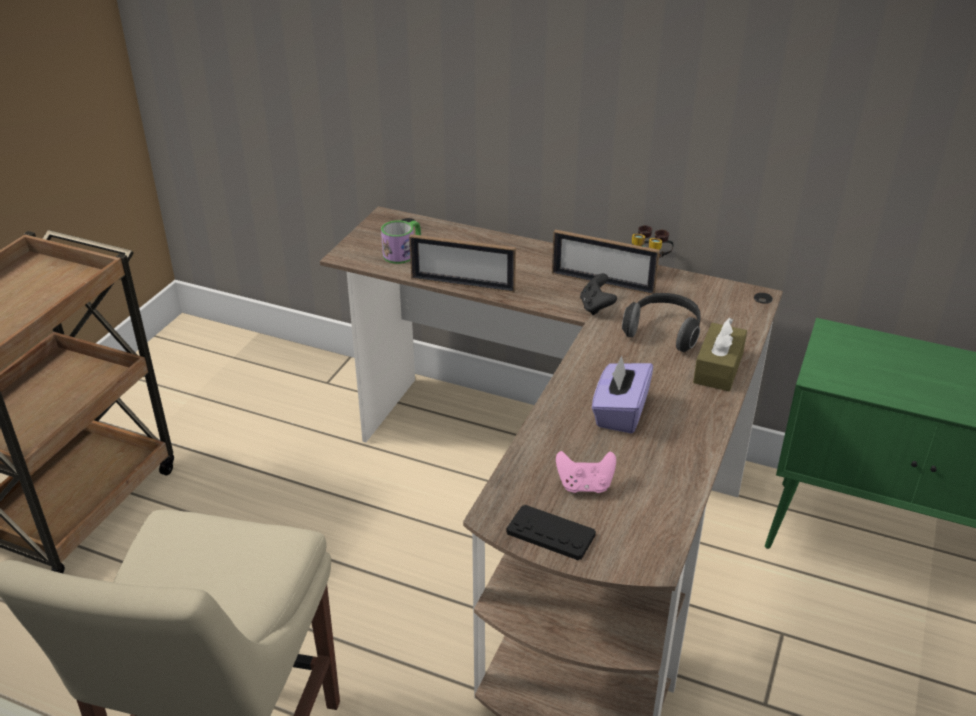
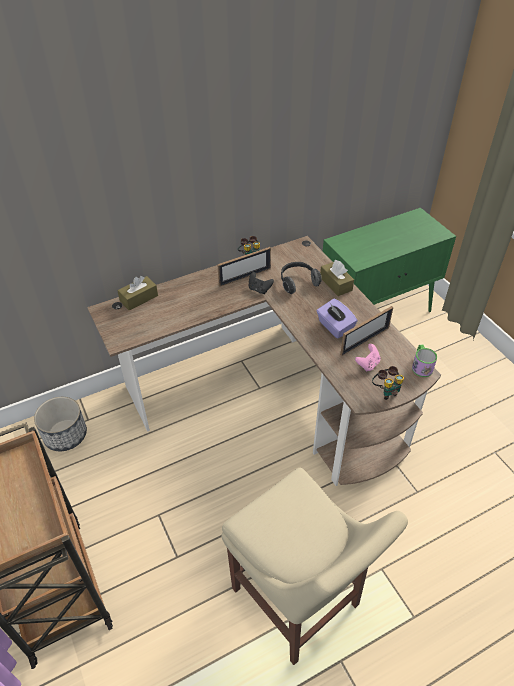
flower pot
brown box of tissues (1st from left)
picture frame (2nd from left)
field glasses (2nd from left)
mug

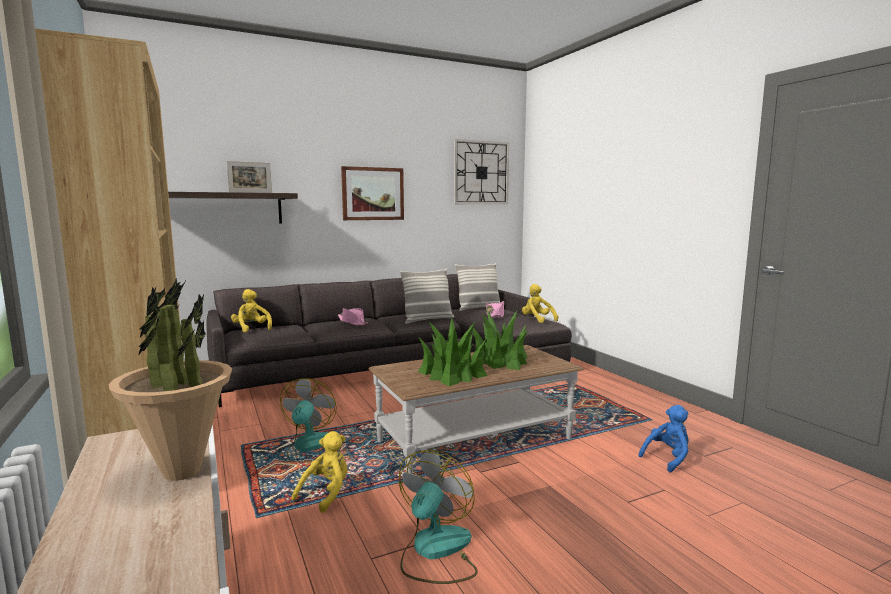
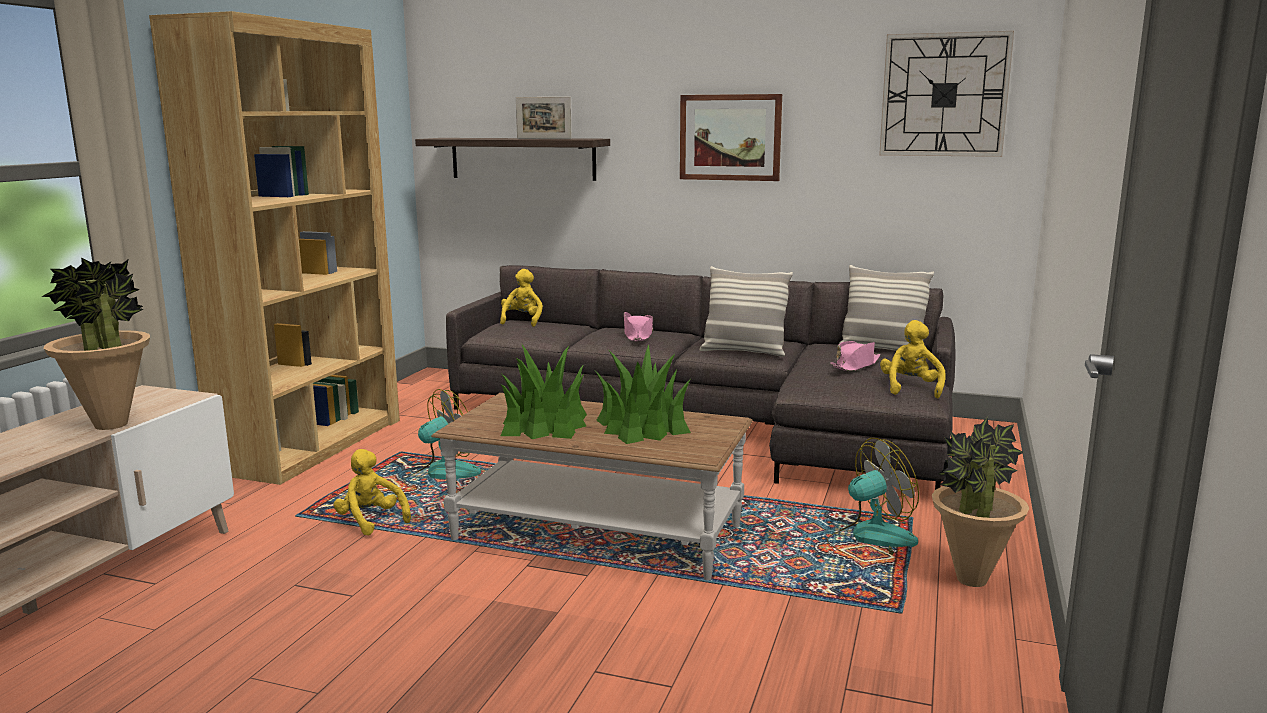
yellow-coloured cuddly toy (1st from left)
fan (2nd from left)
houseplant (4th from left)
blue cuddly toy

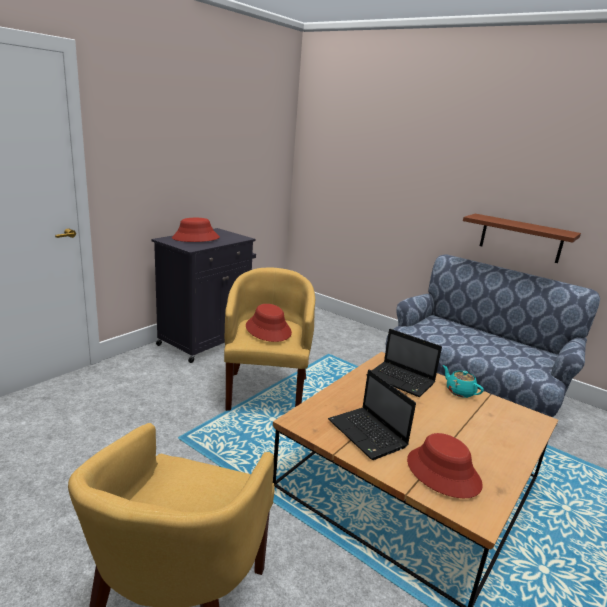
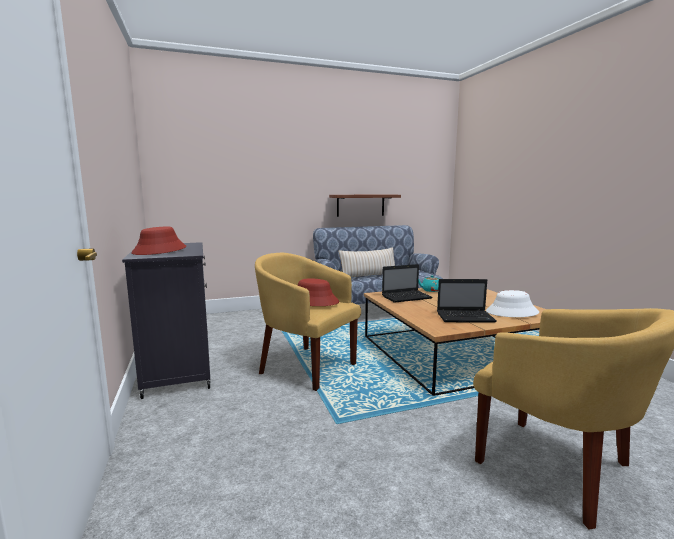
beige cushion
white clothing hat

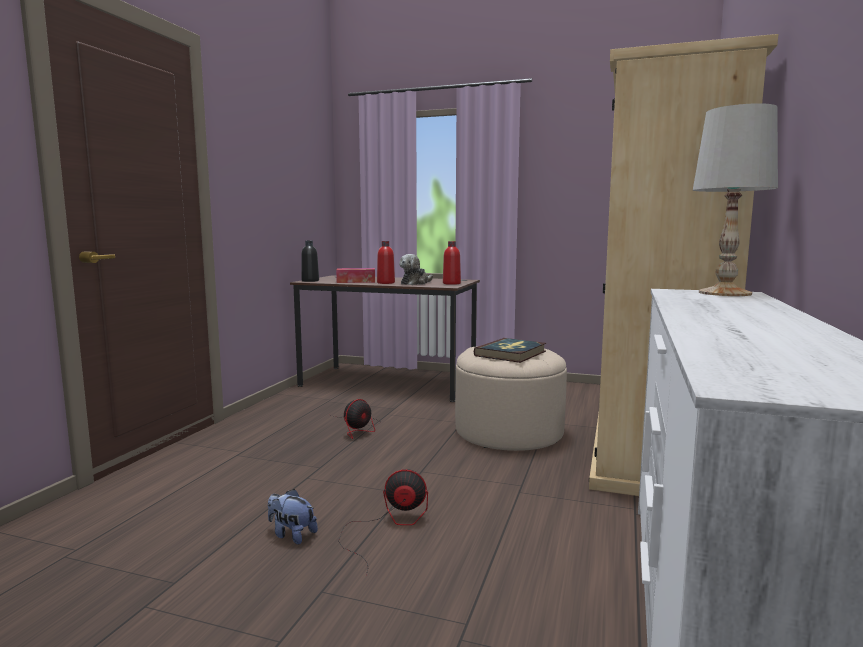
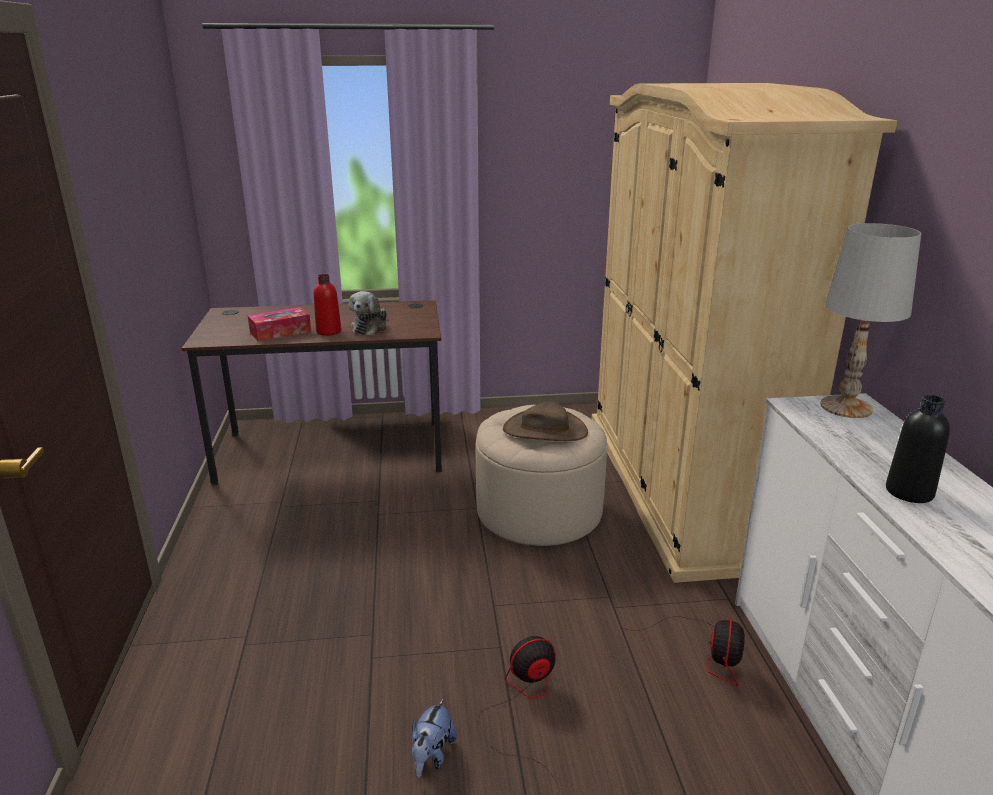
cuddly toy (2nd from left)
brown clothing hat
fan (2nd from left)
black-coloured bottle
red-coloured bottle (2nd from left in the first image)

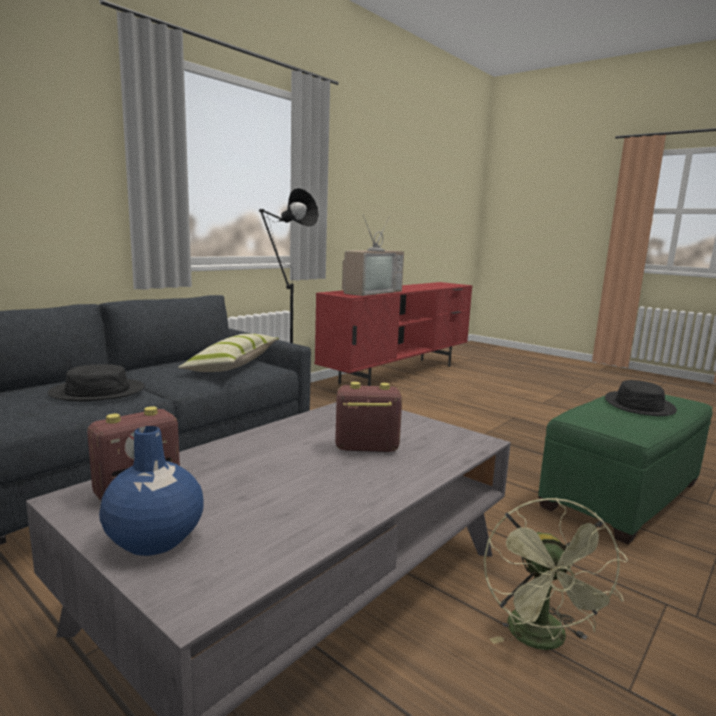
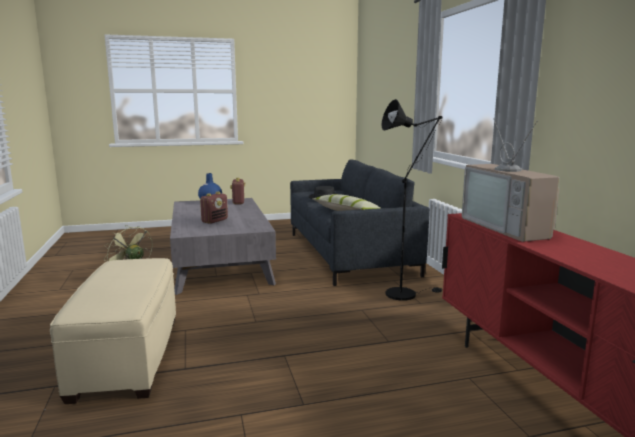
beige footrest
black-coloured clothing hat (2nd from left in the first image)

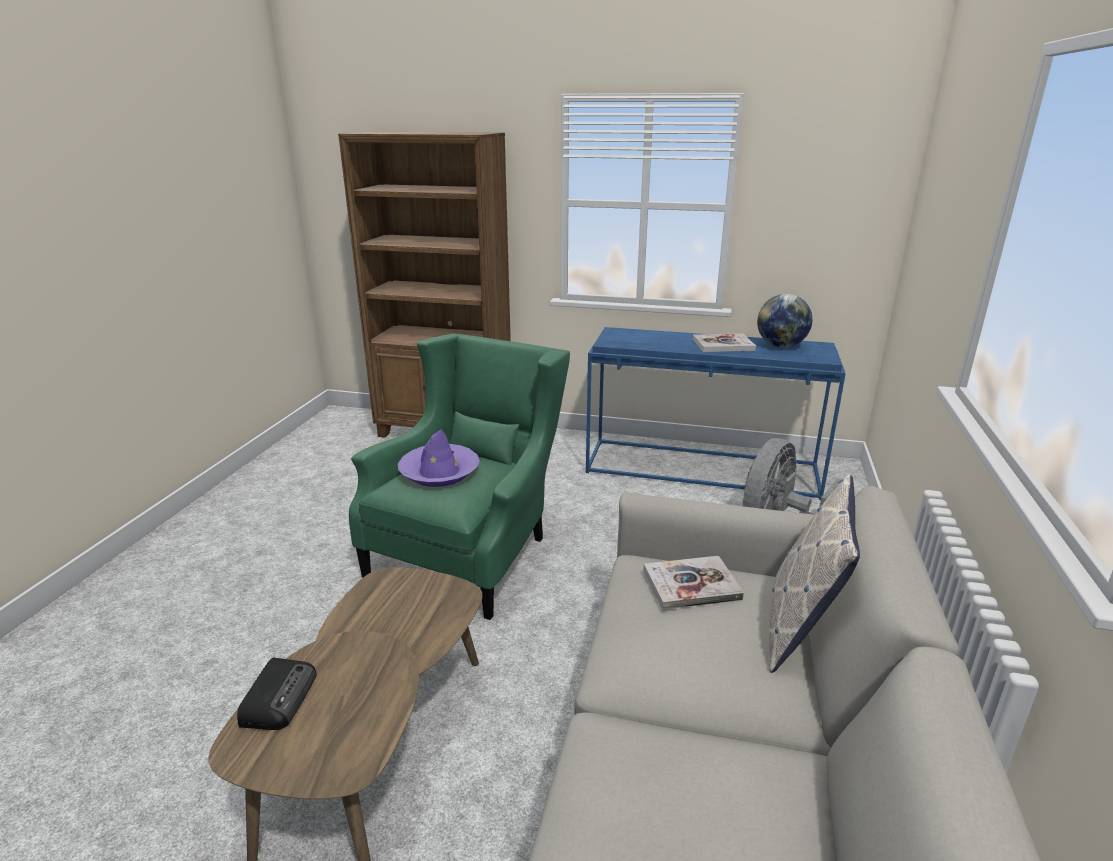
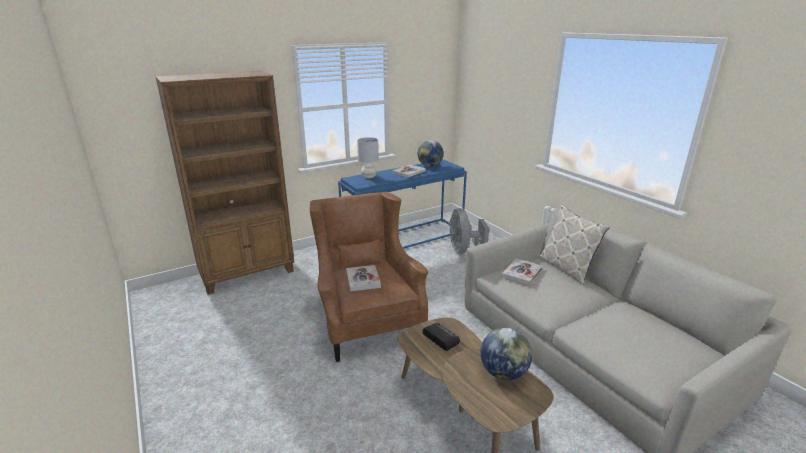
brown lounge chair
volume (1st from left)
gray tabletop lamp
radio
desk globe (2nd from left)

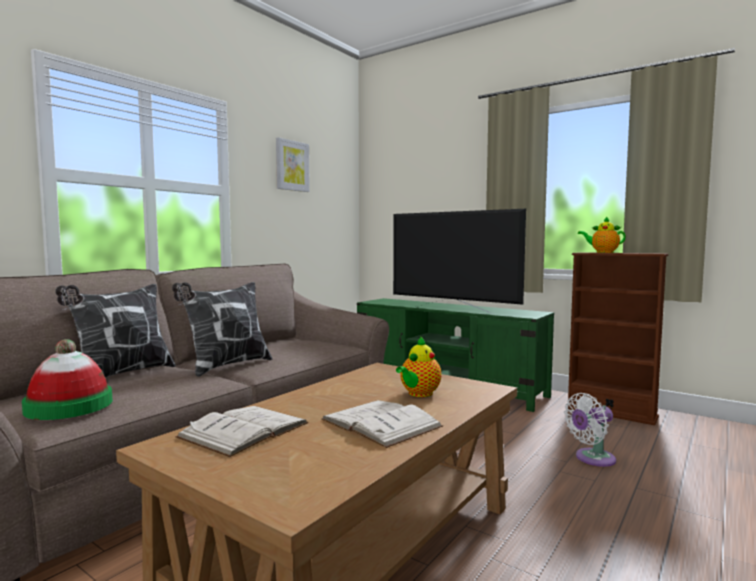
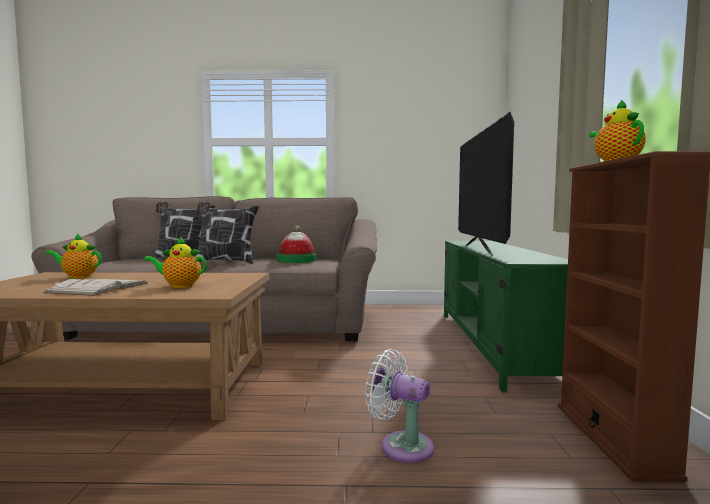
pot for tea (1st from left)
clothing hat
picture

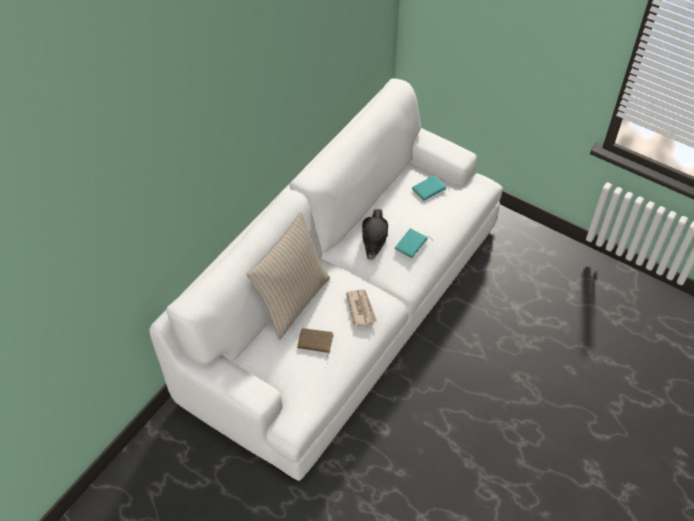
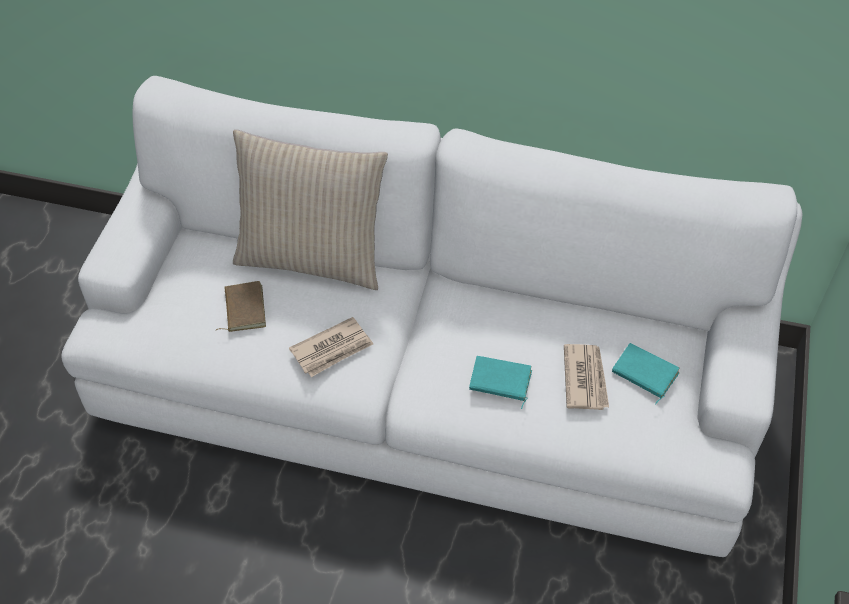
daily paper (2nd from left)
black-coloured clothing hat

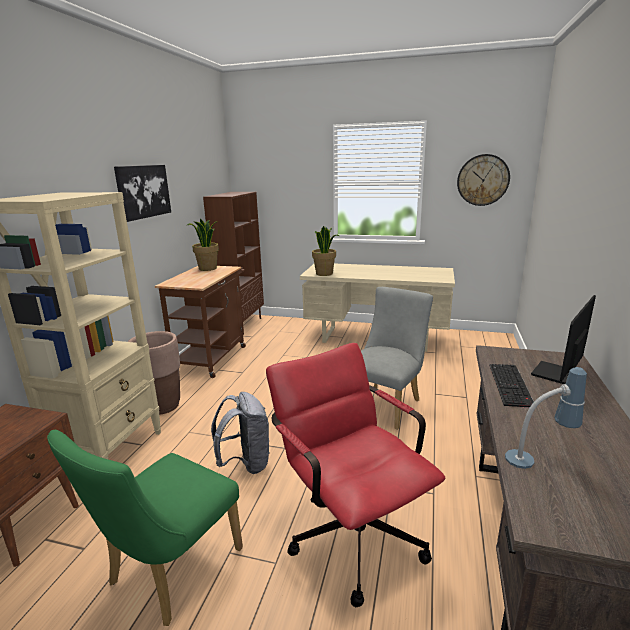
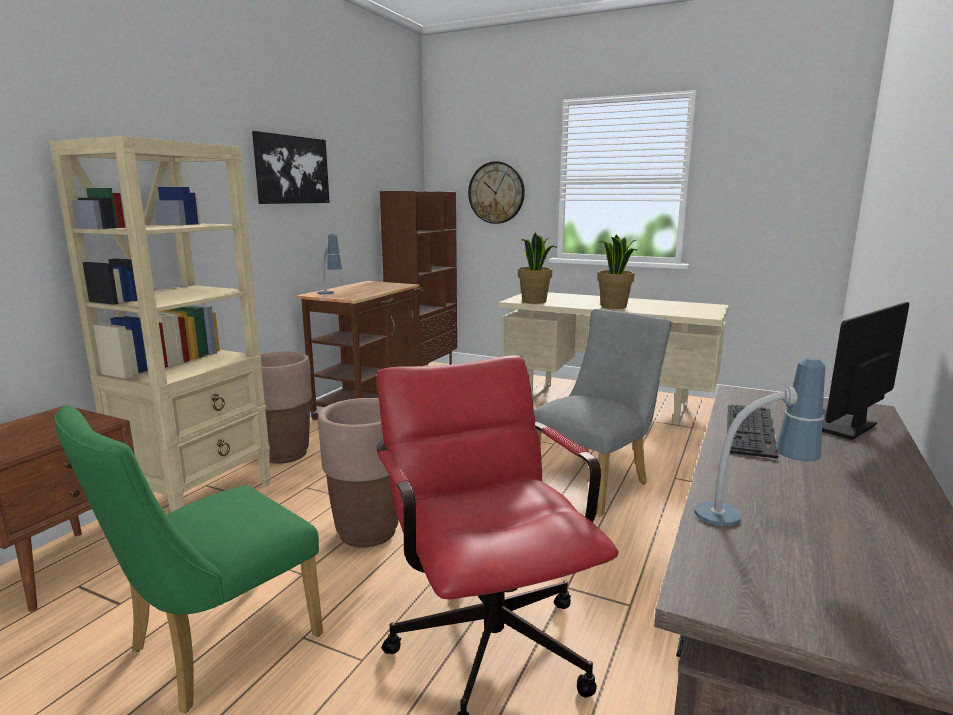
tabletop lamp (1st from left)
brown flower pot (2nd from left)
wall clock
houseplant (2nd from left)

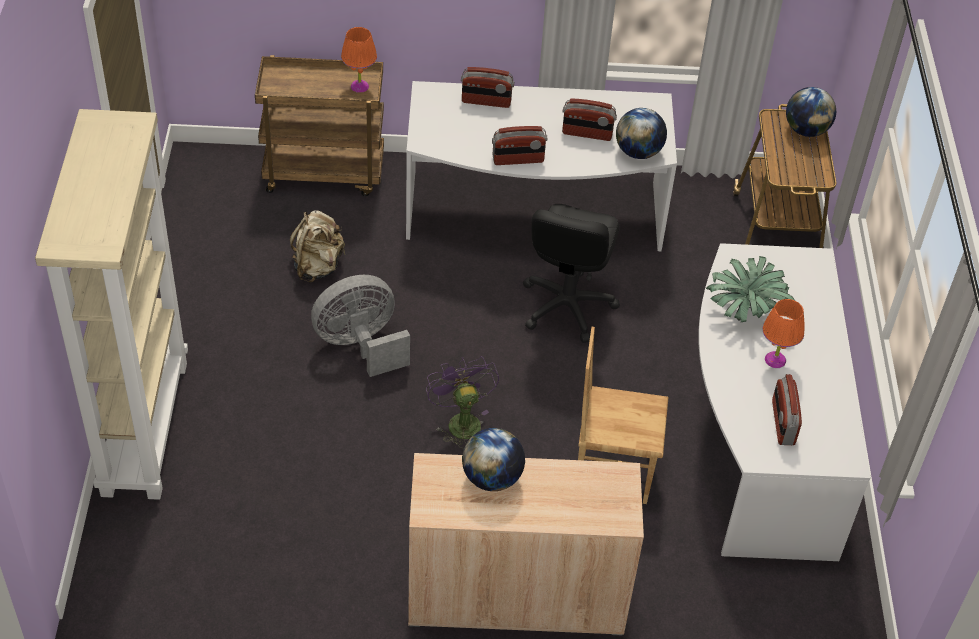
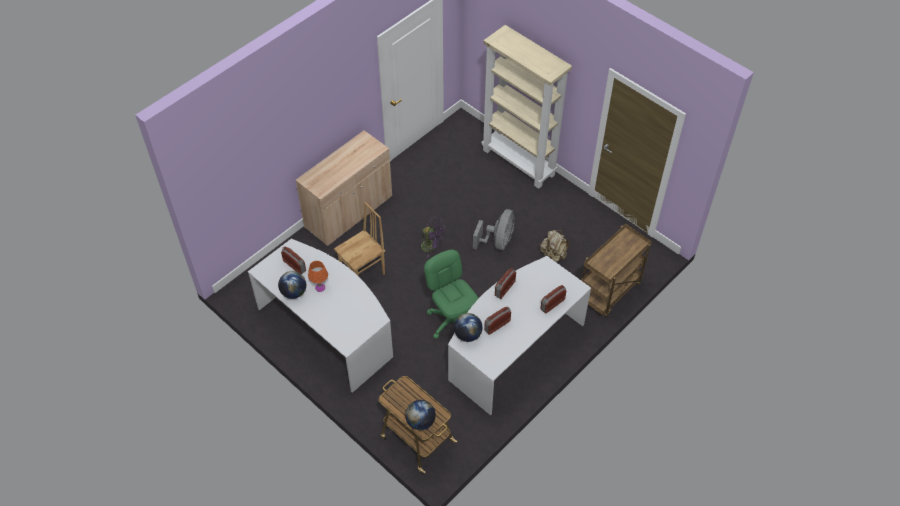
desk globe (1st from left)
greenish computer chair
orange tabletop lamp (1st from left in the first image)
houseplant

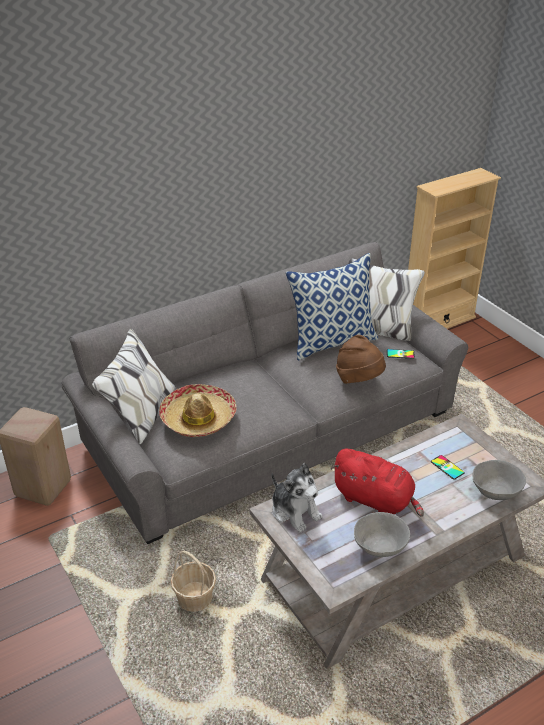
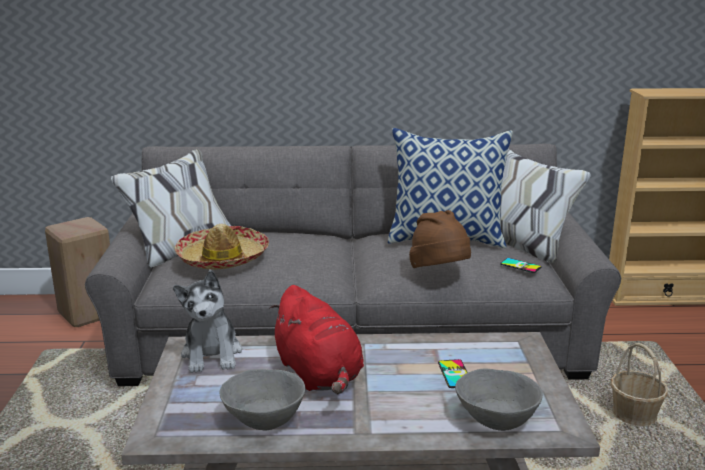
storage basket

